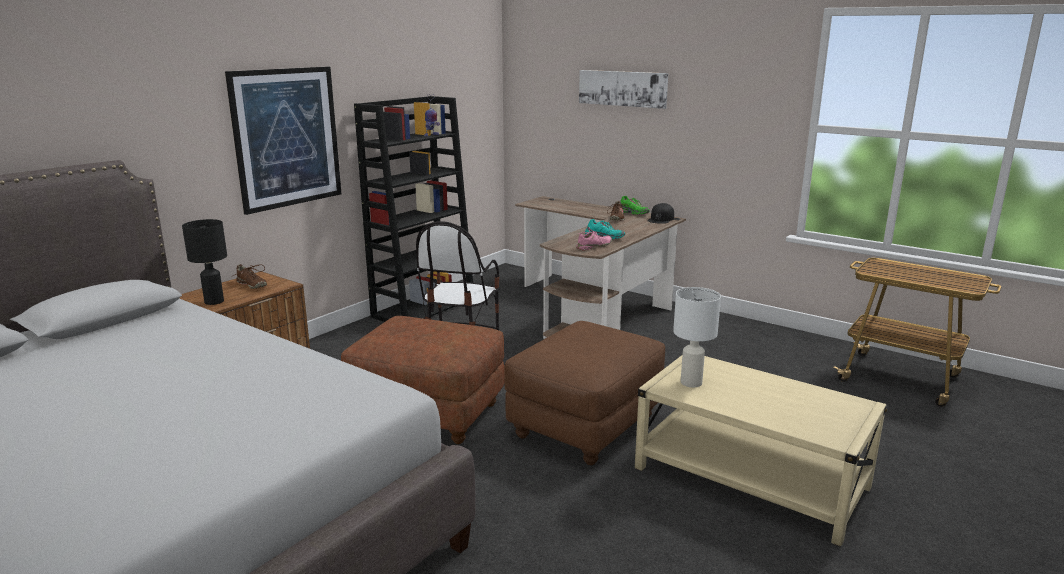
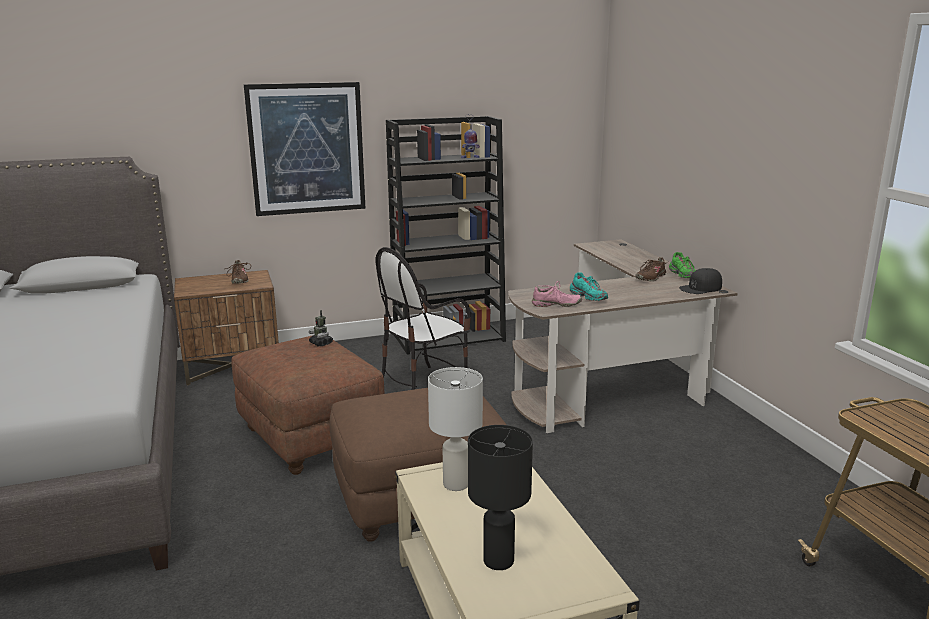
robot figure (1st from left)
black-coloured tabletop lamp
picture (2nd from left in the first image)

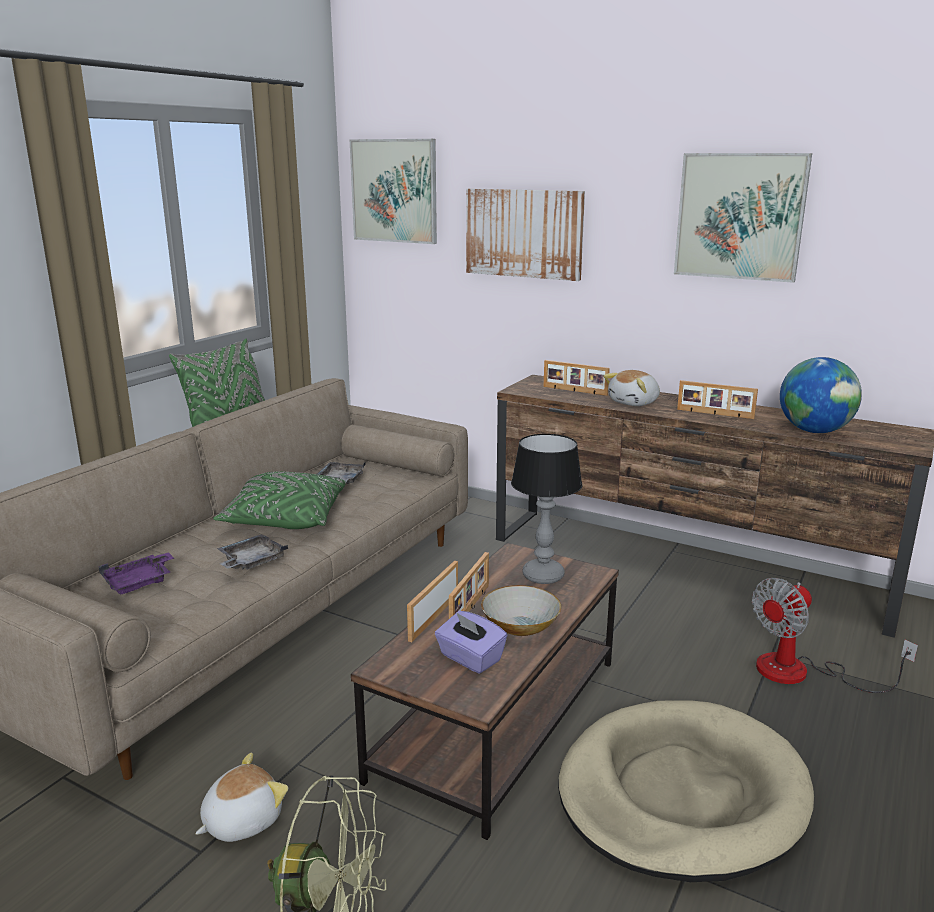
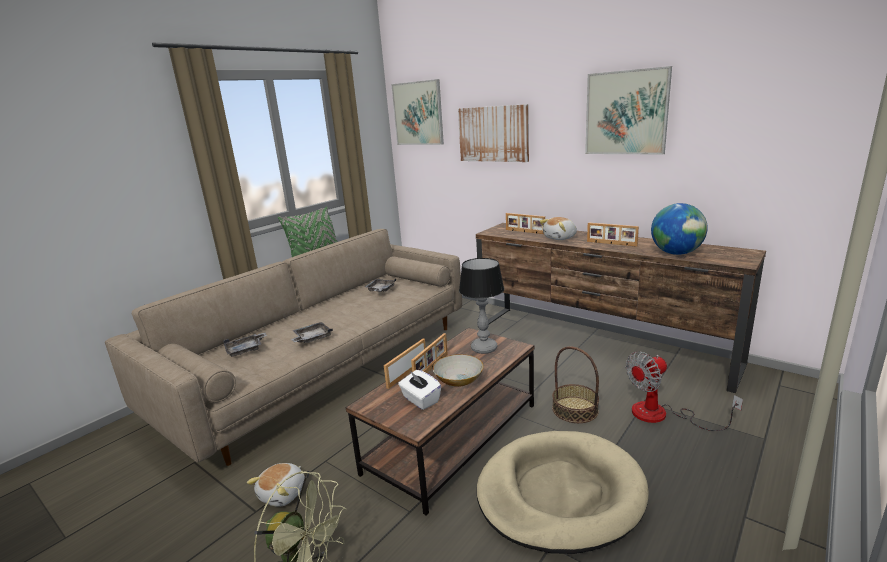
gray tray (1st from left)
cuddly toy (1st from left)
white box of tissues
storage basket
greenish cushion (2nd from left in the first image)

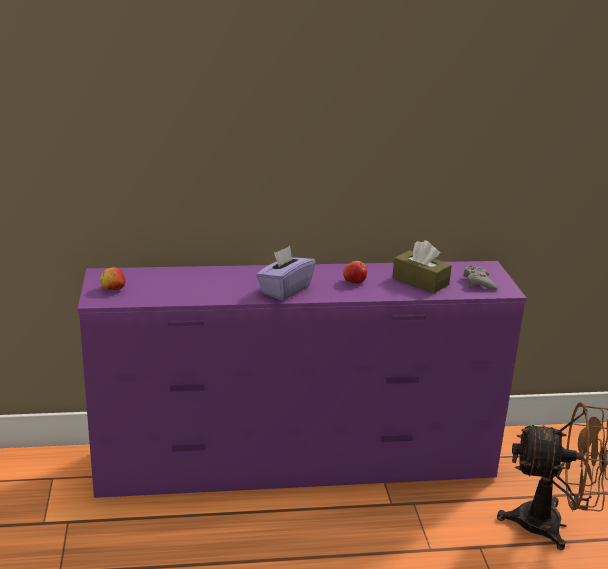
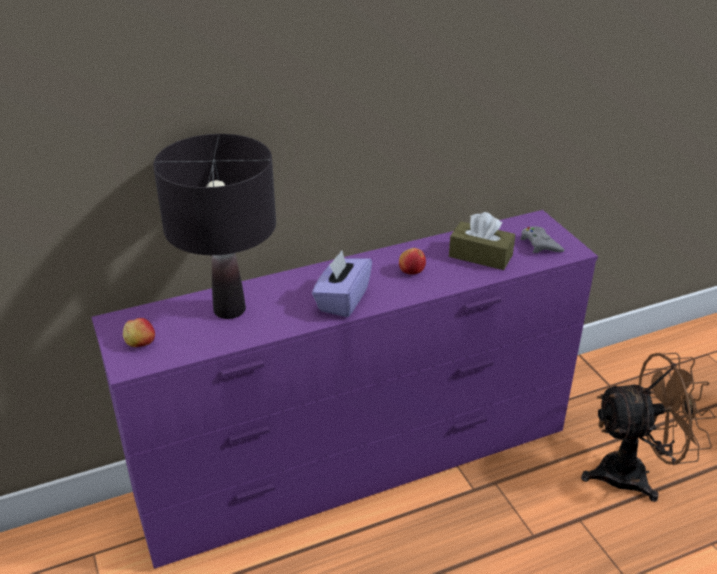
black-coloured tabletop lamp

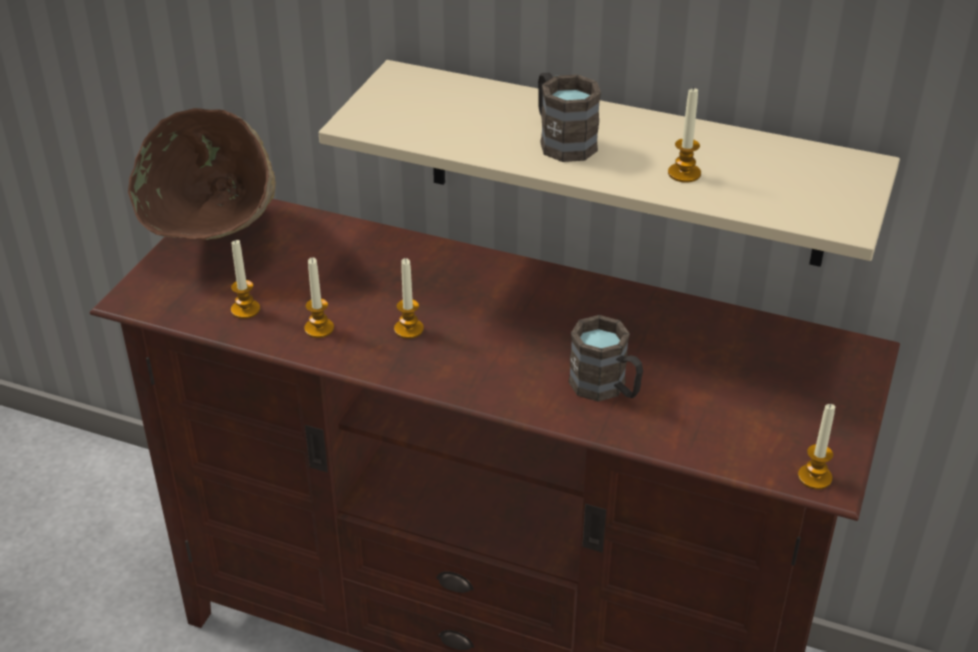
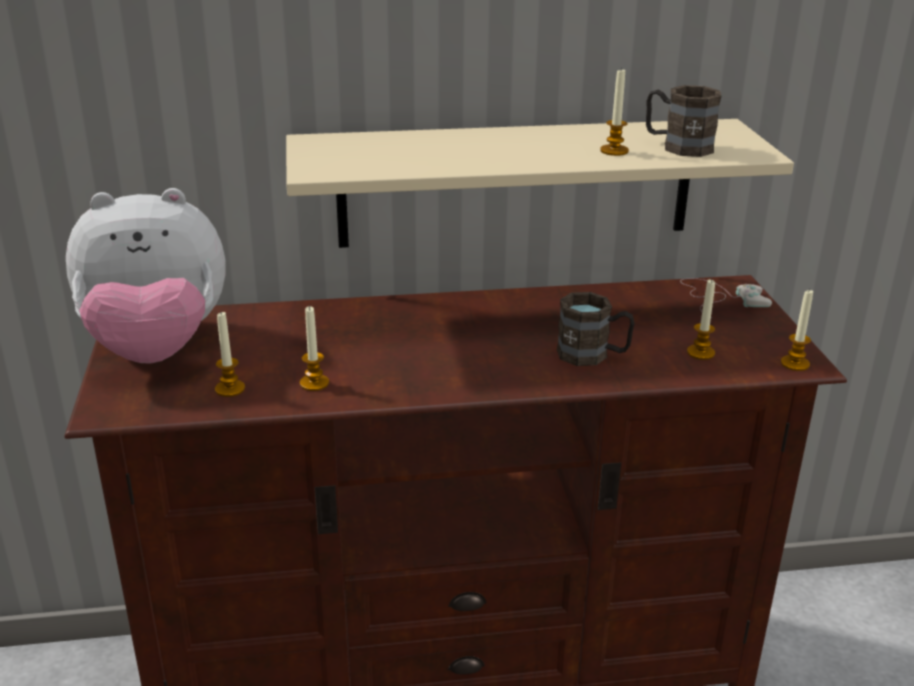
cuddly toy
brown mug (2nd from left)
white gamepad
wax candle (4th from left)

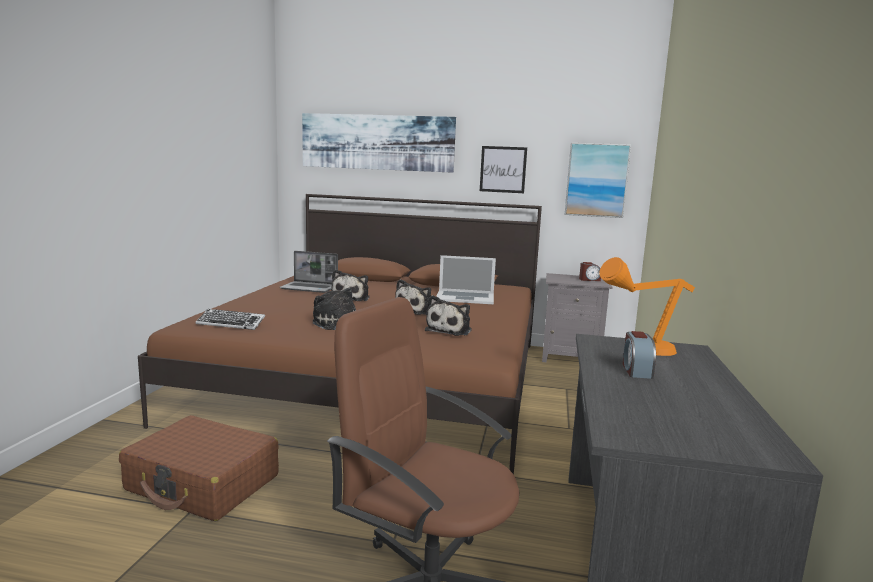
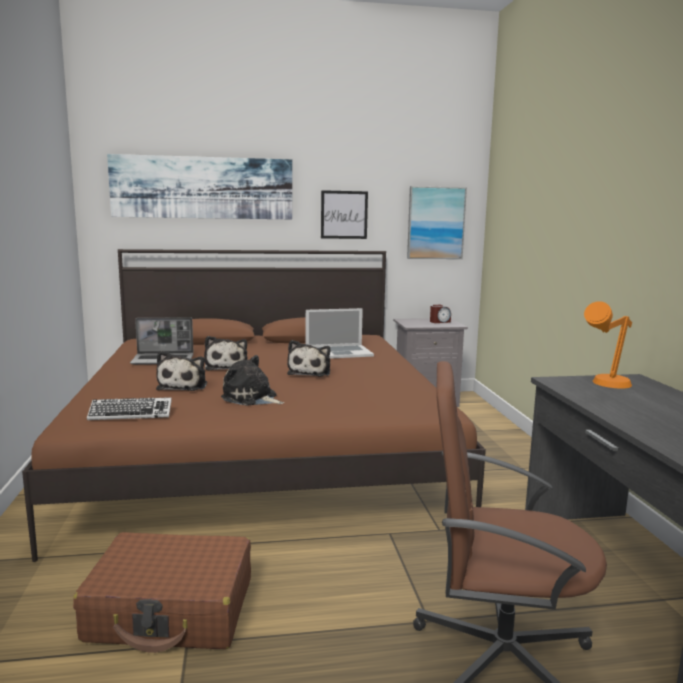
cuddly toy (1st from left)
alarm clock (2nd from left in the first image)

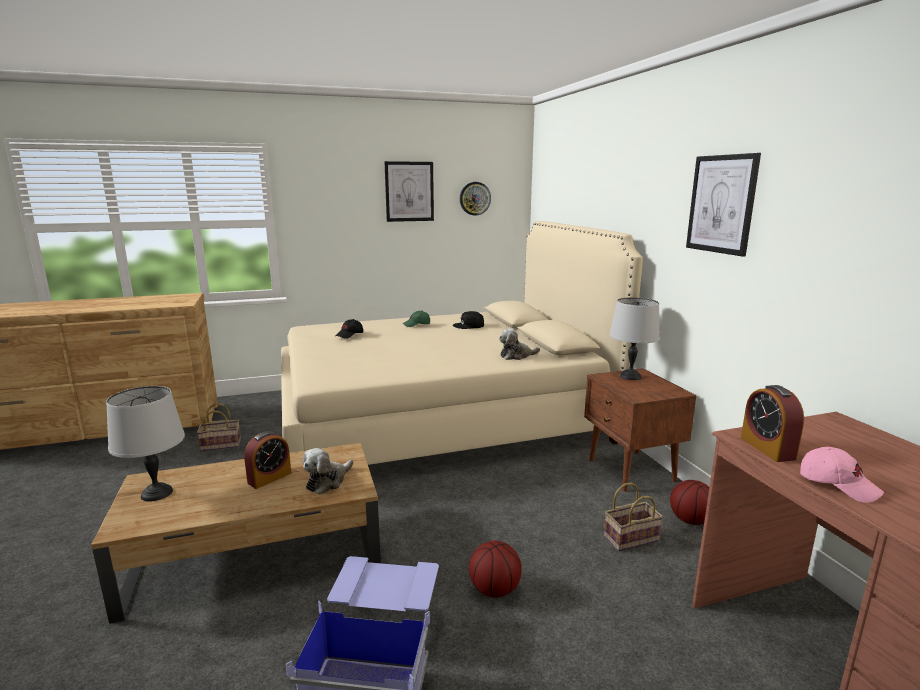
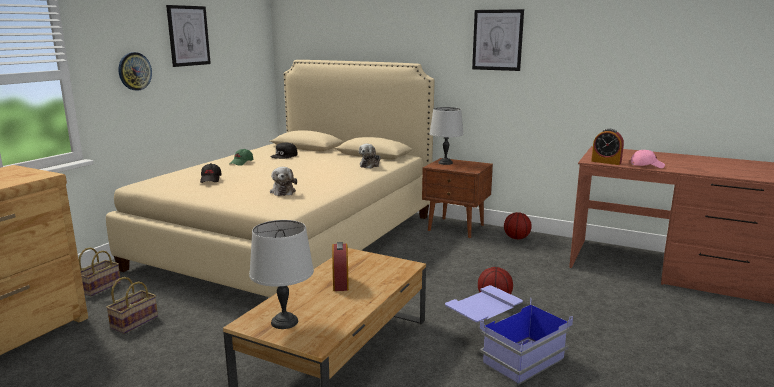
storage basket (1st from left)
wall clock
cuddly toy (1st from left)

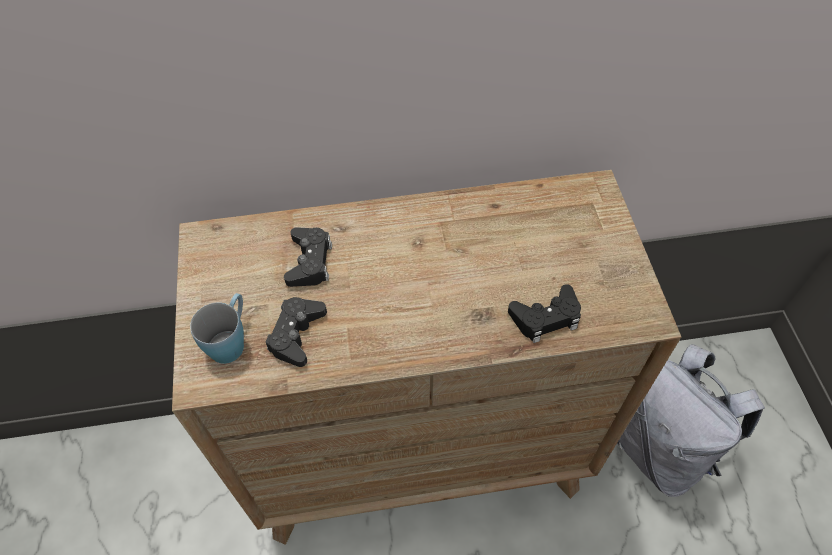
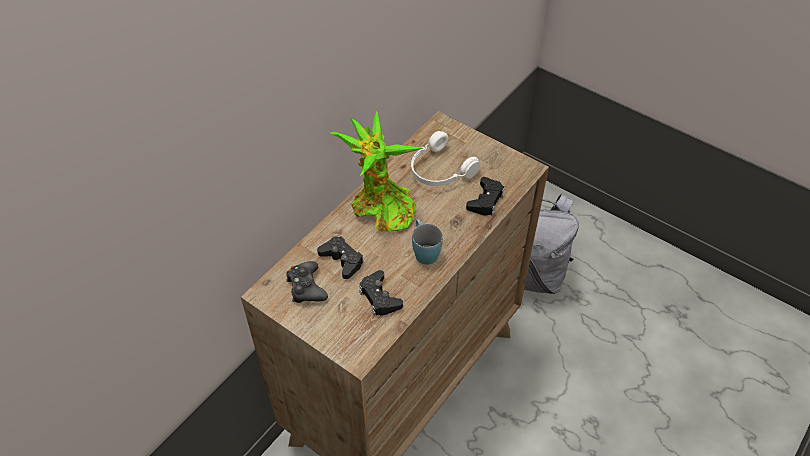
black-coloured gamepad (1st from left)
houseplant
white headphones
blue mug

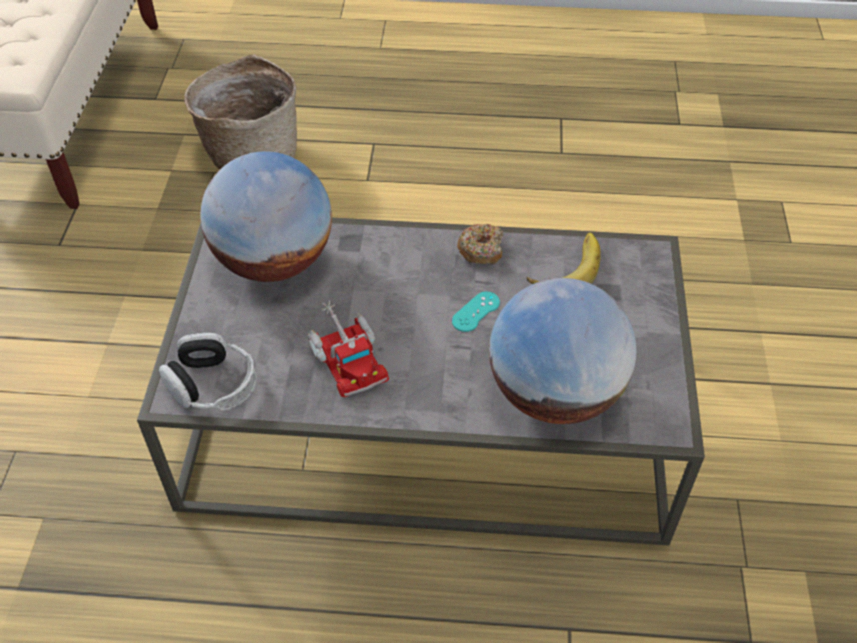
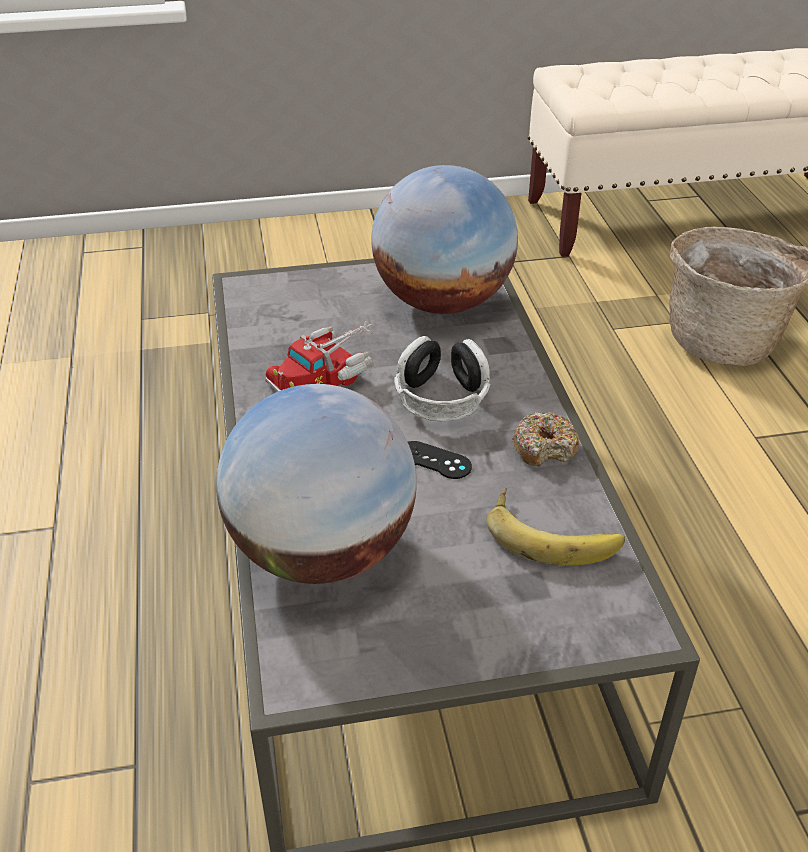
headphones
black-coloured gamepad

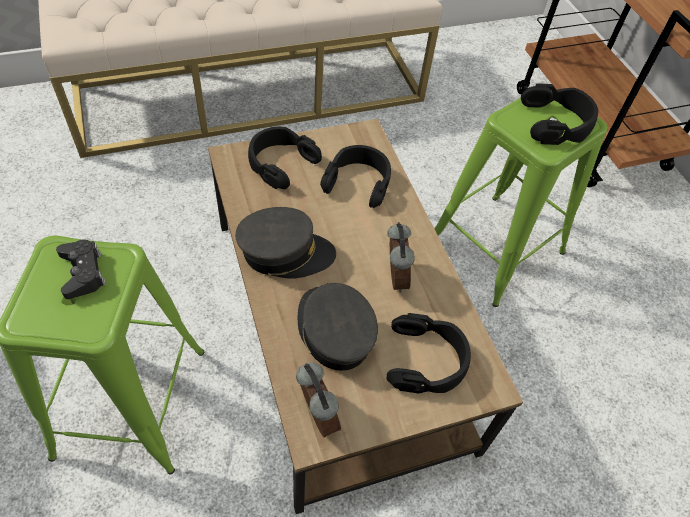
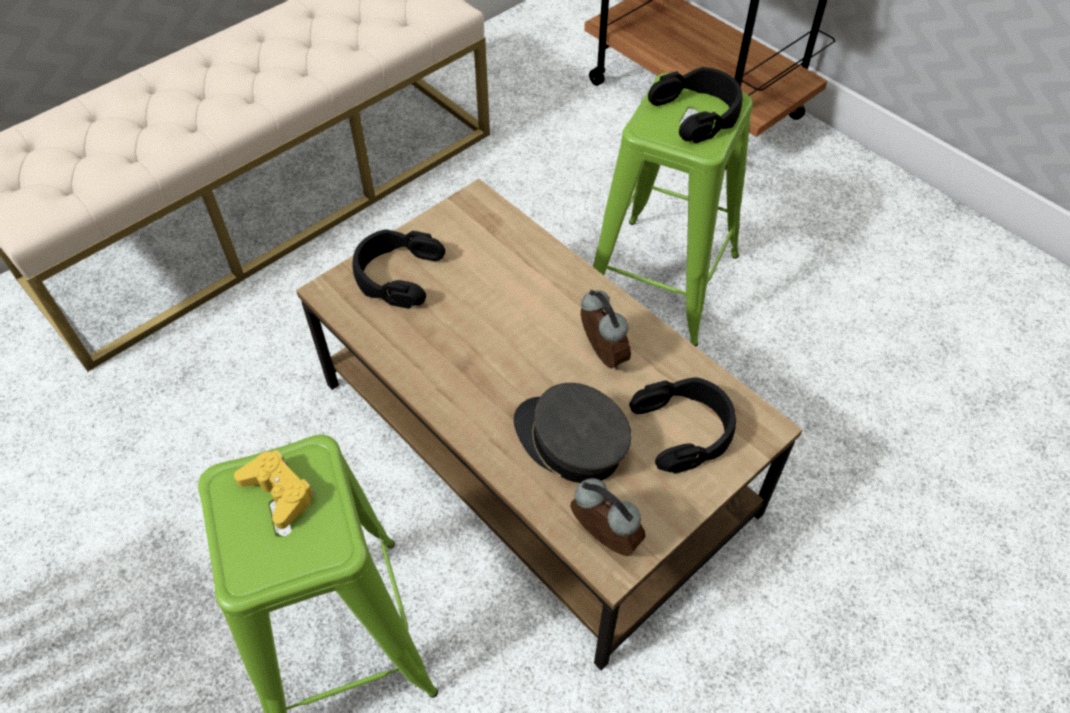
yellow-coloured gamepad
gray baseball cap (1st from left in the first image)
black-coloured headphones (2nd from left in the first image)

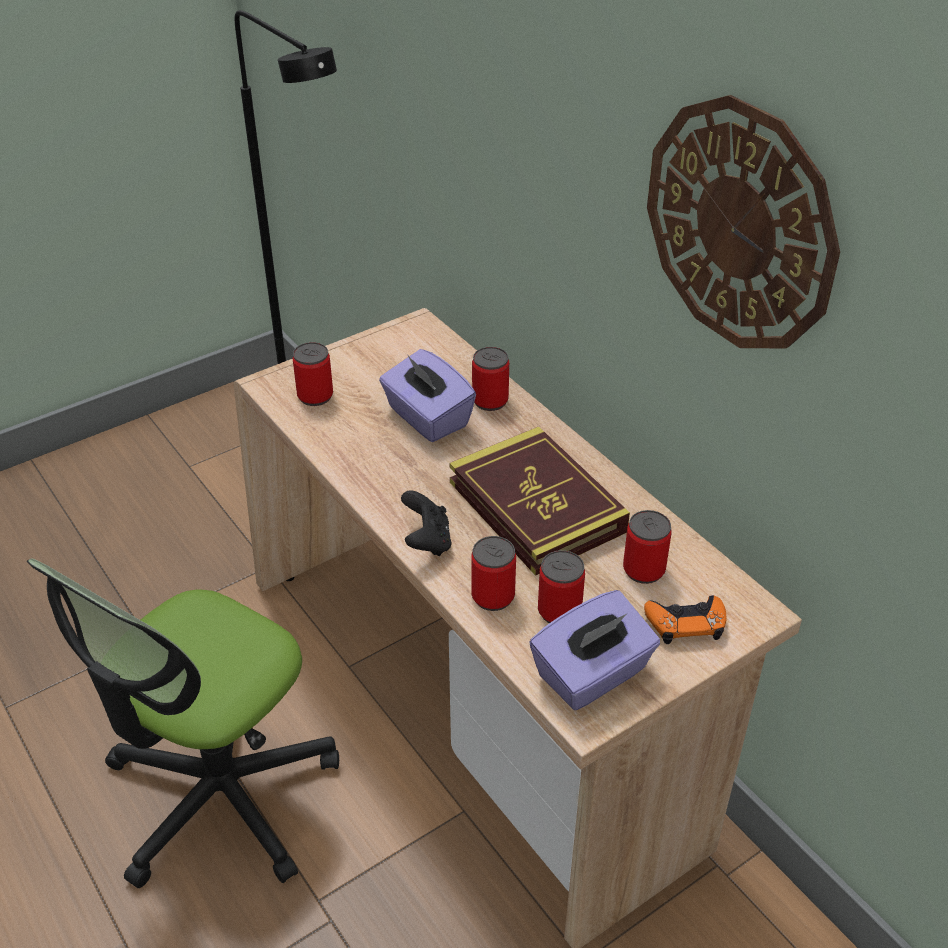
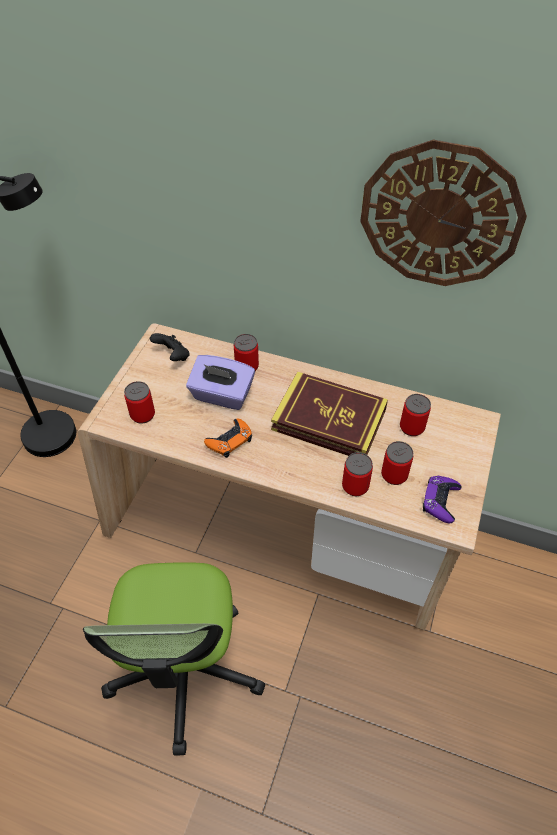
black-coloured gamepad
orange gamepad
purple gamepad

